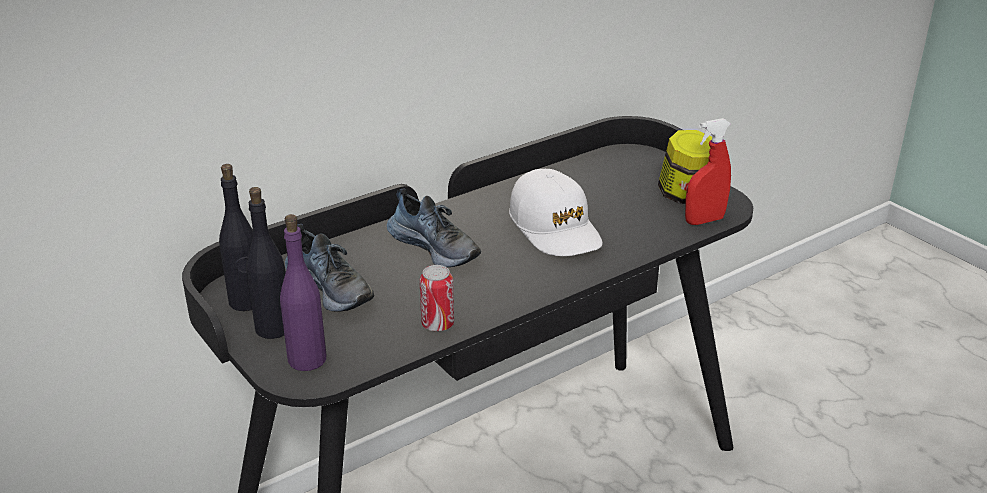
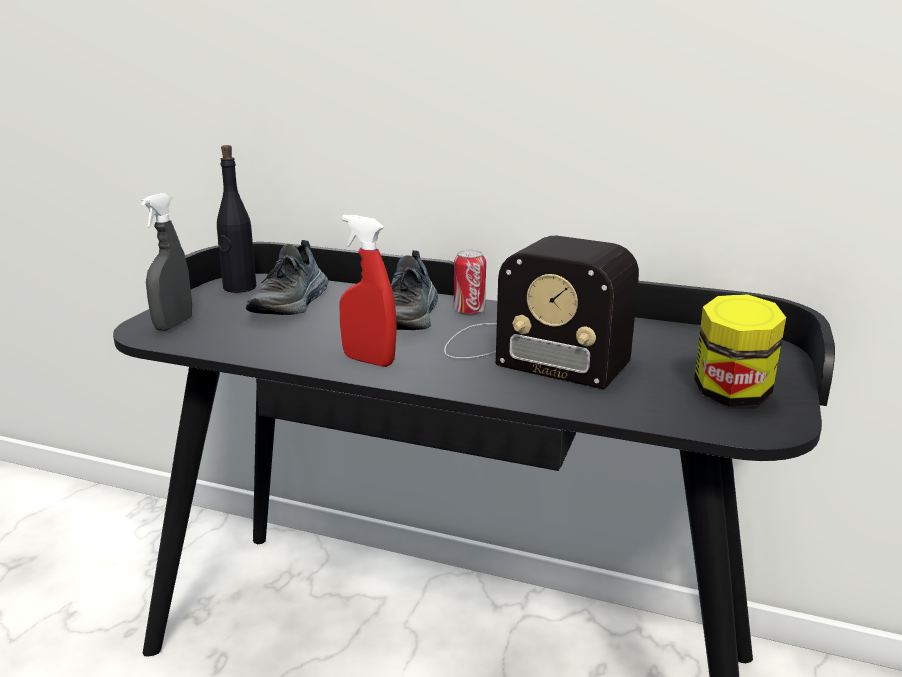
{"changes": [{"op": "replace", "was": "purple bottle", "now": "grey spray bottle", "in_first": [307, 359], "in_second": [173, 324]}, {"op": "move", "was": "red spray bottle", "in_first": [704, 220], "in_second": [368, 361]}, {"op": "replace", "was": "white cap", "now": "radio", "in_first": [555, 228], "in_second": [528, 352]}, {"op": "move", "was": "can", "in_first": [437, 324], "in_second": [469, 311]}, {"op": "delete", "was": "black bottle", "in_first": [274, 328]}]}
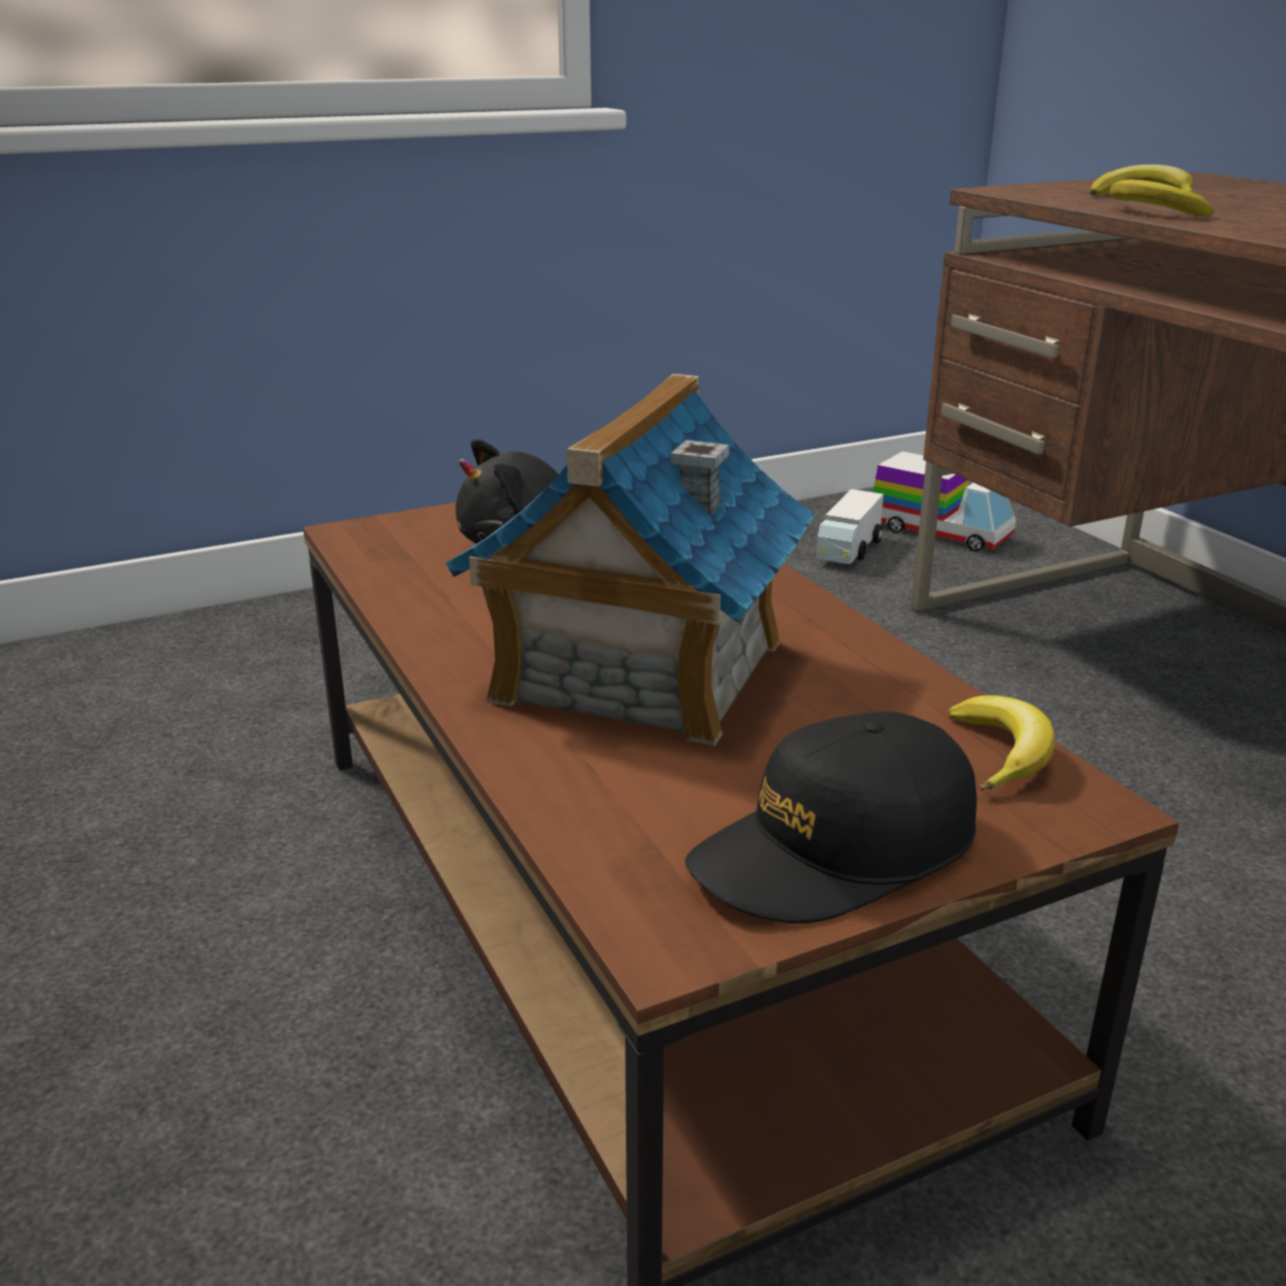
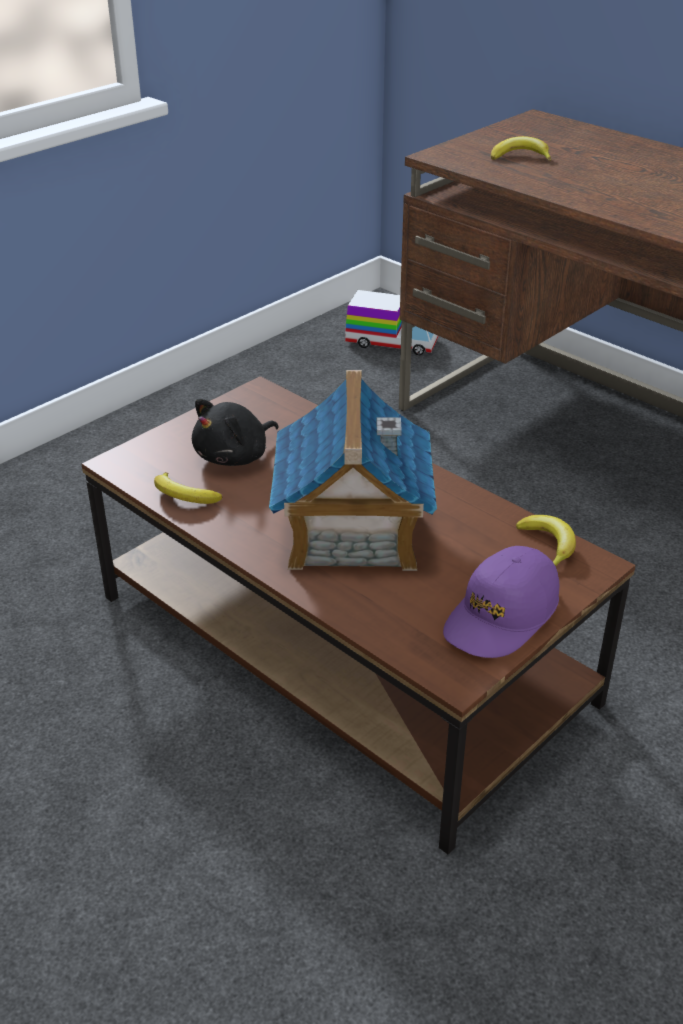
{"changes": [{"op": "move", "was": "banana", "in_first": [1151, 212], "in_second": [184, 496]}, {"op": "recolor", "was": "black cap", "now": "purple cap", "in_first": [835, 851], "in_second": [501, 616]}, {"op": "delete", "was": "toy truck", "in_first": [848, 550]}]}
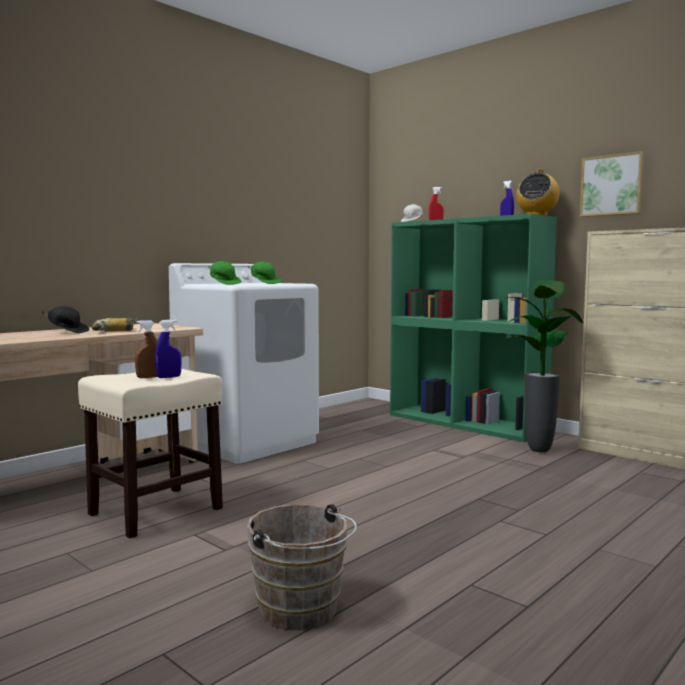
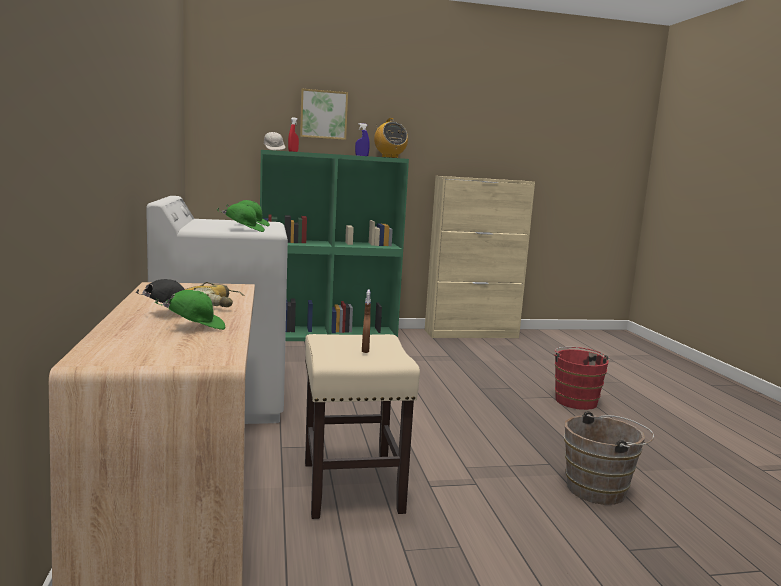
{"changes": [{"op": "insert", "now": "green cap", "in_second": [195, 327]}, {"op": "move", "was": "picture", "in_first": [612, 185], "in_second": [323, 114]}, {"op": "insert", "now": "red bucket", "in_second": [575, 400]}, {"op": "delete", "was": "blue spray bottle", "in_first": [168, 377]}, {"op": "delete", "was": "potted plant", "in_first": [540, 450]}]}
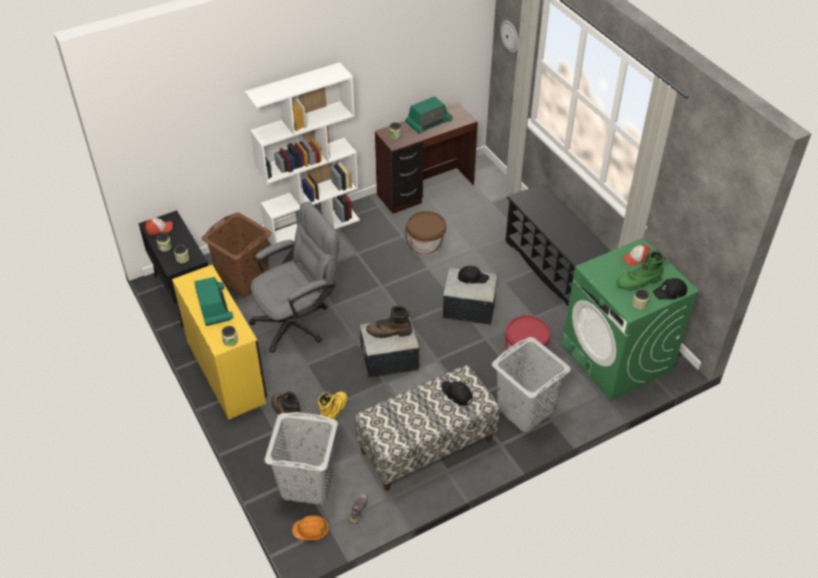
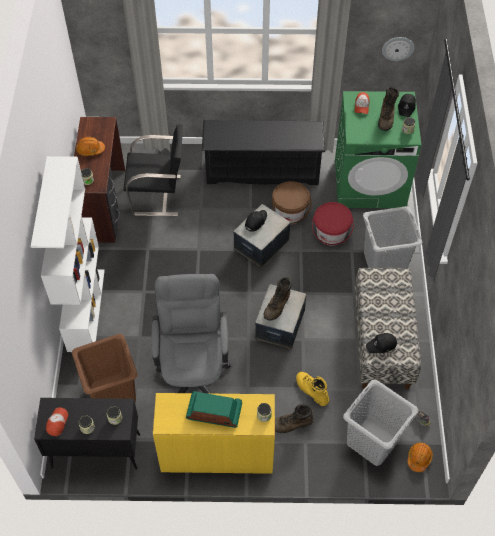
{"changes": [{"op": "replace", "was": "radio", "now": "orange hard hat", "in_first": [428, 123], "in_second": [90, 150]}, {"op": "insert", "now": "black chair", "in_second": [158, 195]}, {"op": "move", "was": "brown bucket", "in_first": [426, 246], "in_second": [290, 213]}, {"op": "move", "was": "black cap", "in_first": [457, 394], "in_second": [381, 345]}, {"op": "recolor", "was": "green boot", "now": "brown boot", "in_first": [639, 282], "in_second": [386, 118]}, {"op": "move", "was": "wall clock", "in_first": [510, 36], "in_second": [398, 48]}]}
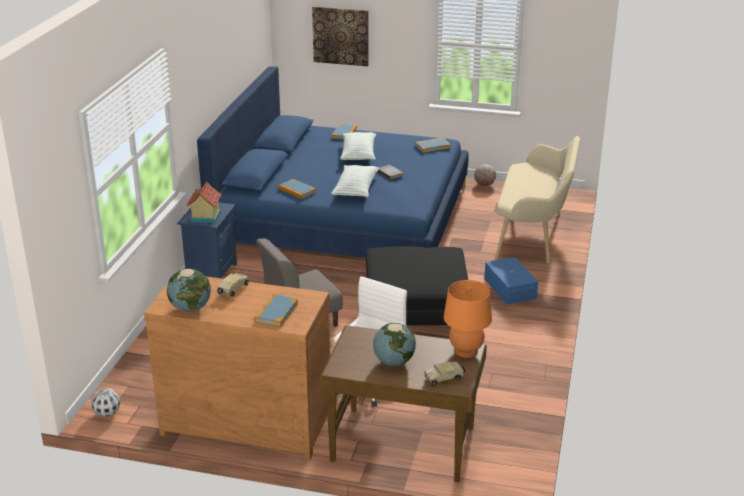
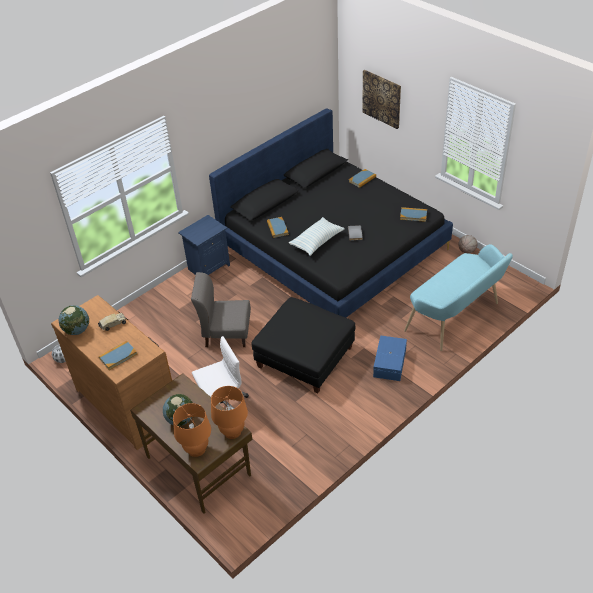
{"changes": [{"op": "replace", "was": "toy truck", "now": "orange table lamp", "in_first": [444, 378], "in_second": [196, 449]}, {"op": "recolor", "was": "blue bed", "now": "black bed", "in_first": [343, 219], "in_second": [333, 249]}, {"op": "recolor", "was": "beige bench", "now": "turquoise bench", "in_first": [534, 236], "in_second": [456, 318]}, {"op": "delete", "was": "toy house", "in_first": [204, 216]}, {"op": "delete", "was": "pillow", "in_first": [358, 154]}]}
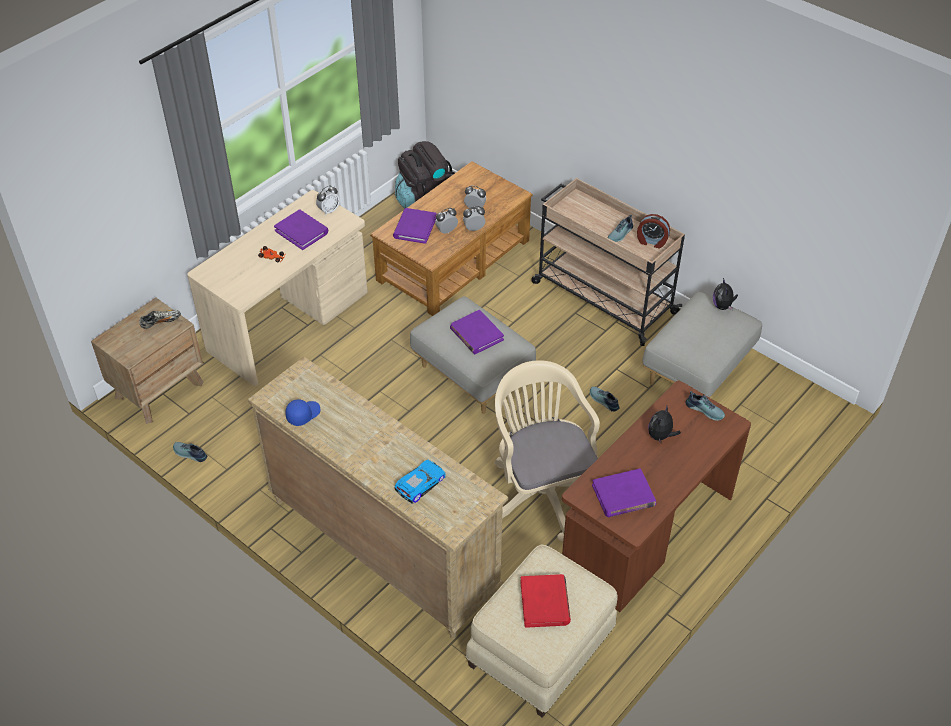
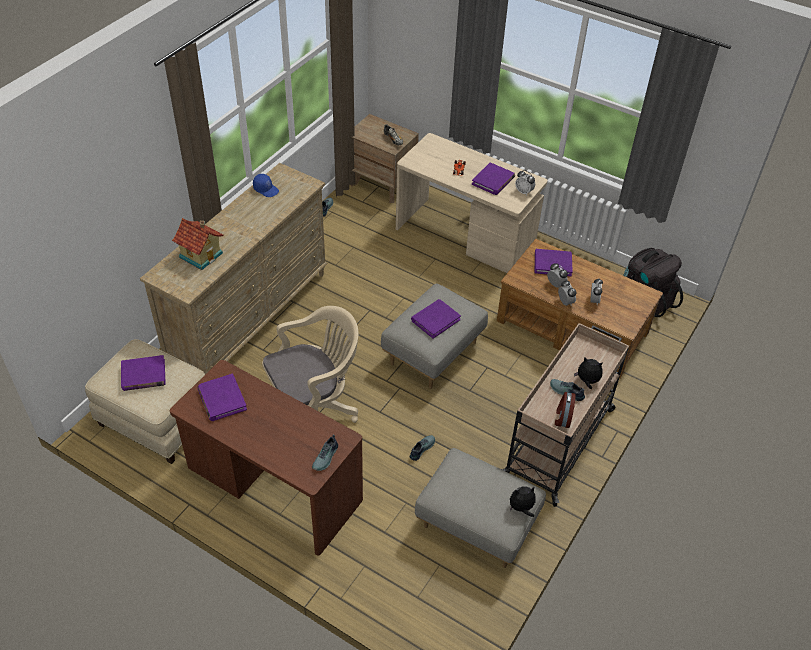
{"changes": [{"op": "recolor", "was": "red book", "now": "purple book", "in_first": [545, 602], "in_second": [143, 375]}, {"op": "replace", "was": "toy car", "now": "toy house", "in_first": [419, 483], "in_second": [201, 254]}, {"op": "move", "was": "plush toy", "in_first": [660, 436], "in_second": [587, 381]}]}
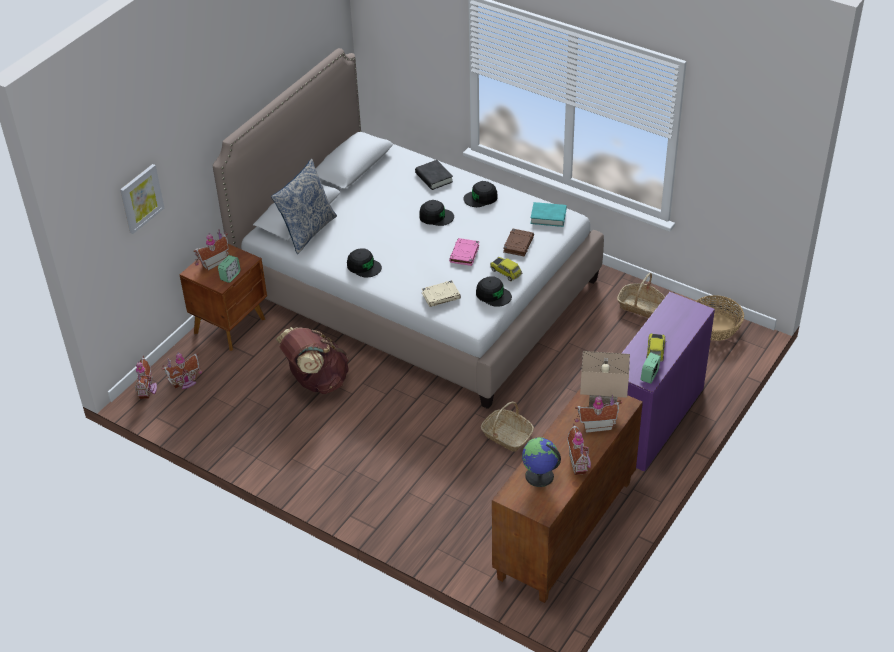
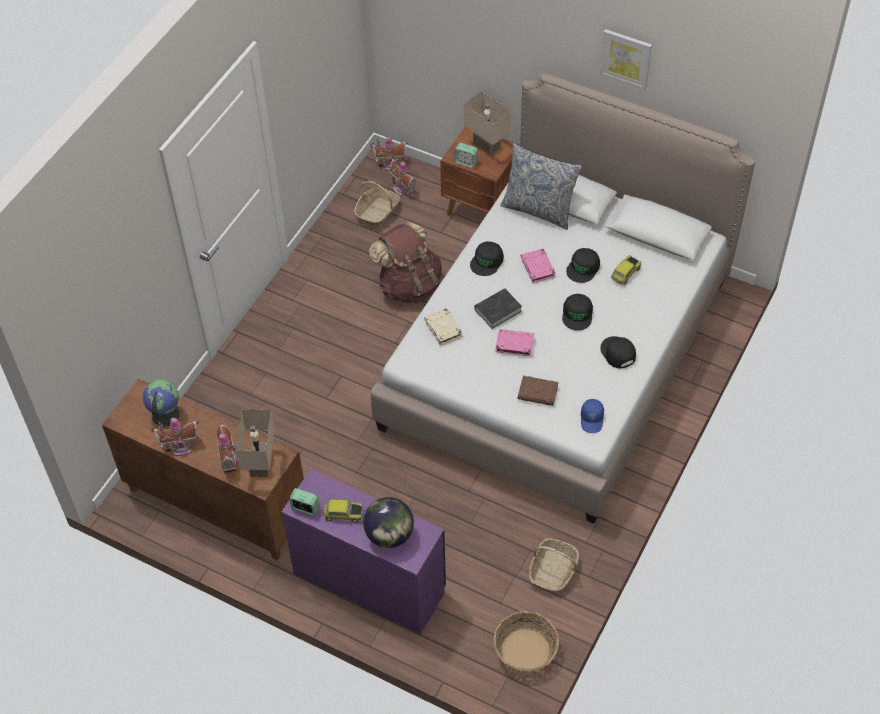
{"changes": [{"op": "move", "was": "basket", "in_first": [506, 436], "in_second": [377, 212]}, {"op": "insert", "now": "globe", "in_second": [389, 535]}, {"op": "replace", "was": "toy house", "now": "beige table lamp", "in_first": [213, 262], "in_second": [485, 146]}, {"op": "move", "was": "black book", "in_first": [434, 178], "in_second": [498, 310]}, {"op": "insert", "now": "pink book", "in_second": [538, 268]}, {"op": "move", "was": "black cap", "in_first": [493, 295], "in_second": [583, 268]}, {"op": "replace", "was": "turquoise book", "now": "blue cap", "in_first": [548, 217], "in_second": [592, 419]}, {"op": "move", "was": "picture", "in_first": [141, 198], "in_second": [626, 58]}, {"op": "move", "was": "toy car", "in_first": [506, 272], "in_second": [625, 274]}]}
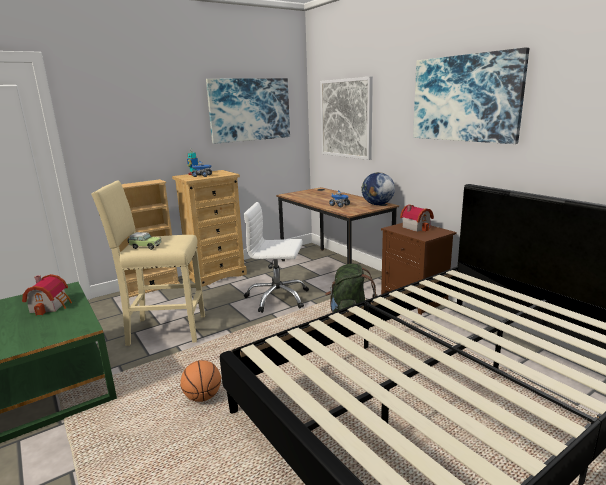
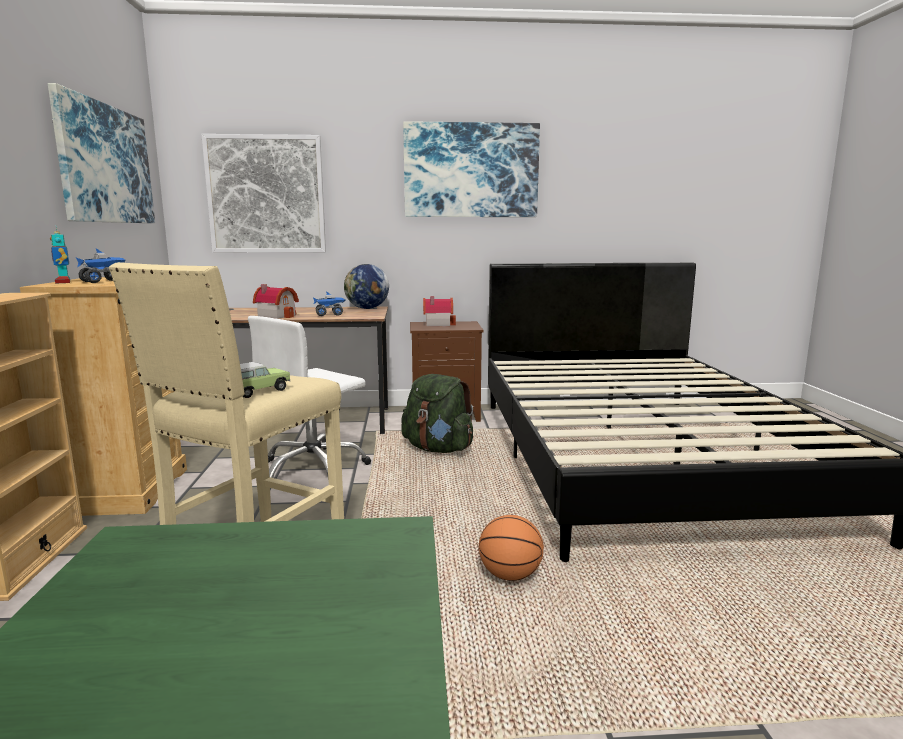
{"changes": [{"op": "move", "was": "toy house", "in_first": [51, 306], "in_second": [277, 316]}]}
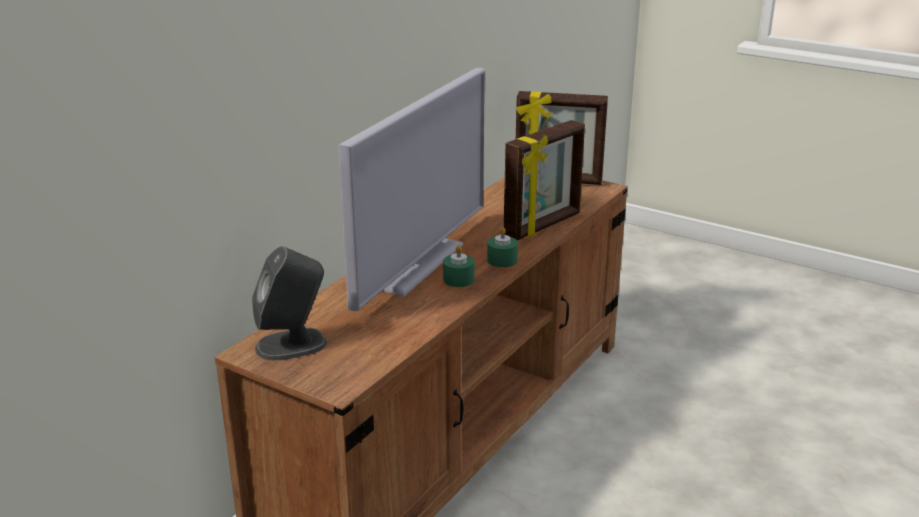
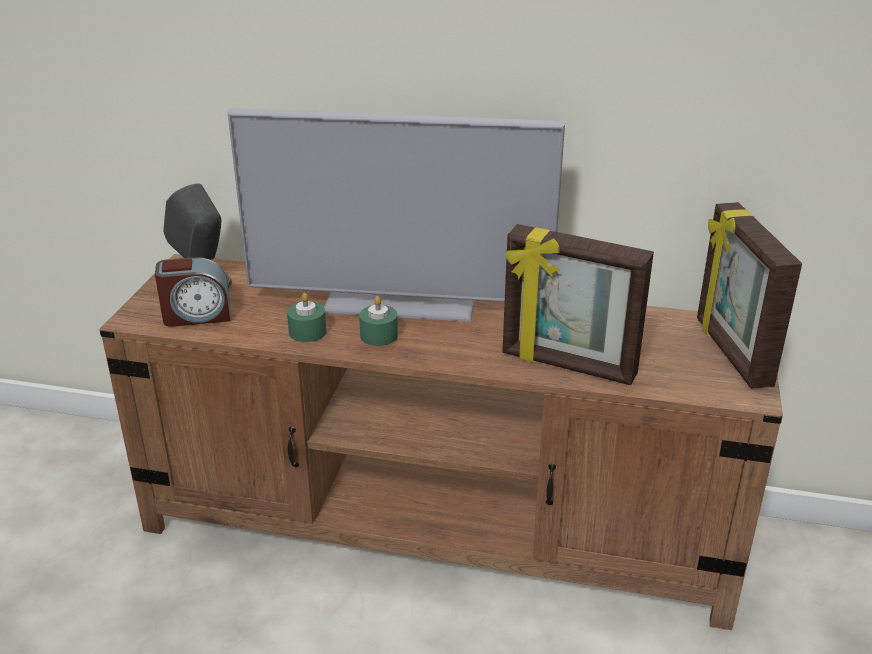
{"changes": [{"op": "insert", "now": "alarm clock", "in_second": [197, 315]}, {"op": "move", "was": "green candle", "in_first": [502, 260], "in_second": [307, 332]}]}
